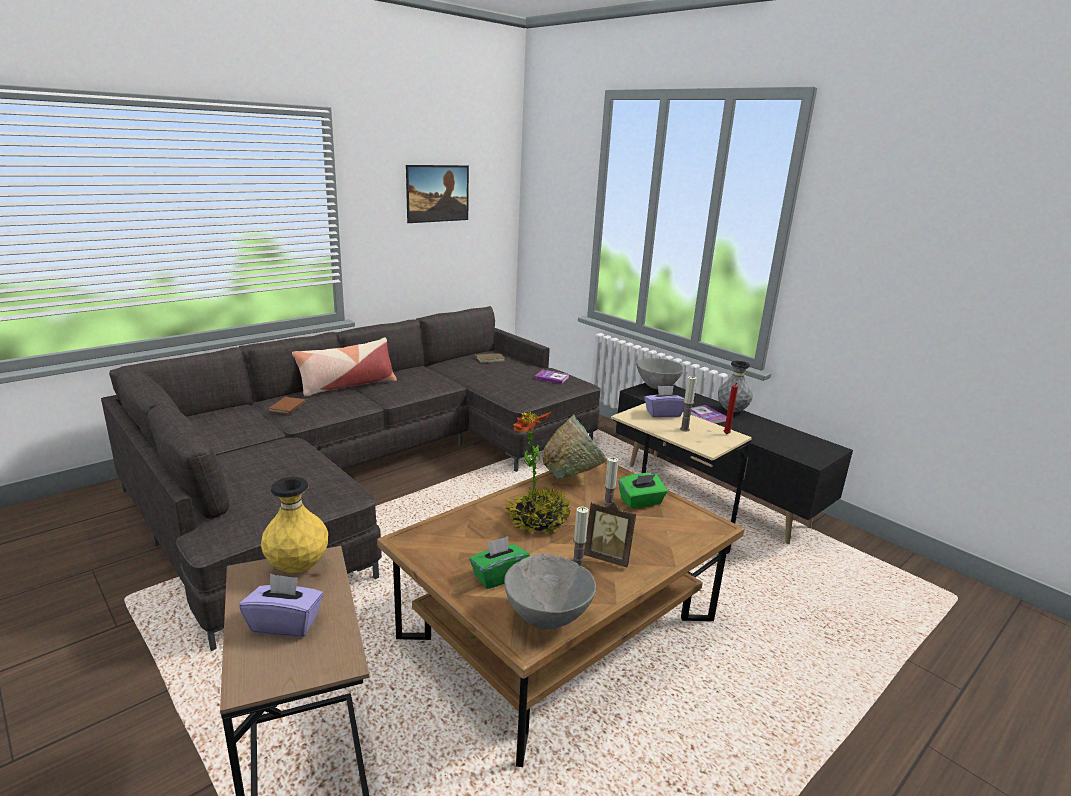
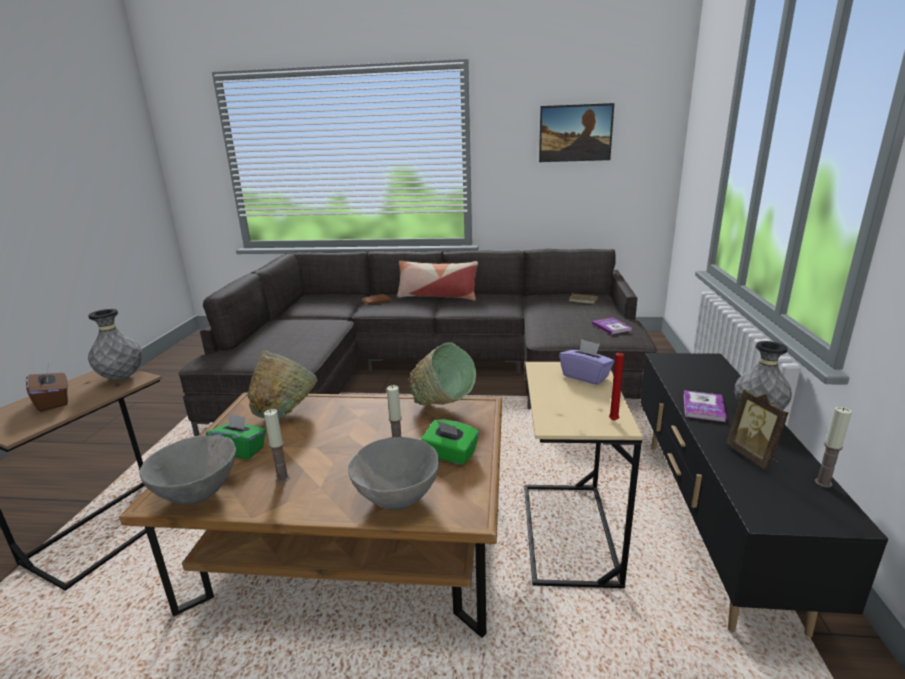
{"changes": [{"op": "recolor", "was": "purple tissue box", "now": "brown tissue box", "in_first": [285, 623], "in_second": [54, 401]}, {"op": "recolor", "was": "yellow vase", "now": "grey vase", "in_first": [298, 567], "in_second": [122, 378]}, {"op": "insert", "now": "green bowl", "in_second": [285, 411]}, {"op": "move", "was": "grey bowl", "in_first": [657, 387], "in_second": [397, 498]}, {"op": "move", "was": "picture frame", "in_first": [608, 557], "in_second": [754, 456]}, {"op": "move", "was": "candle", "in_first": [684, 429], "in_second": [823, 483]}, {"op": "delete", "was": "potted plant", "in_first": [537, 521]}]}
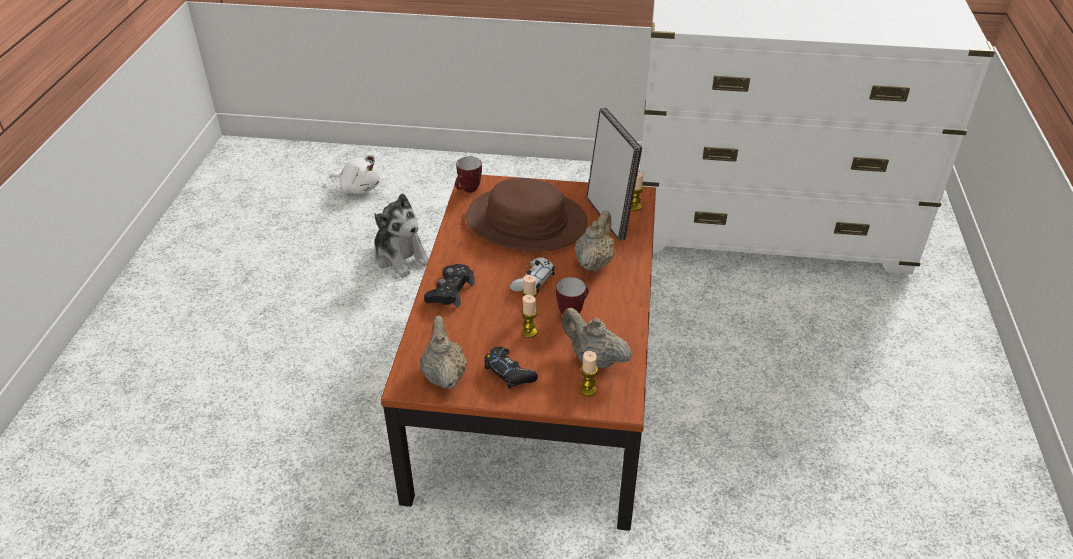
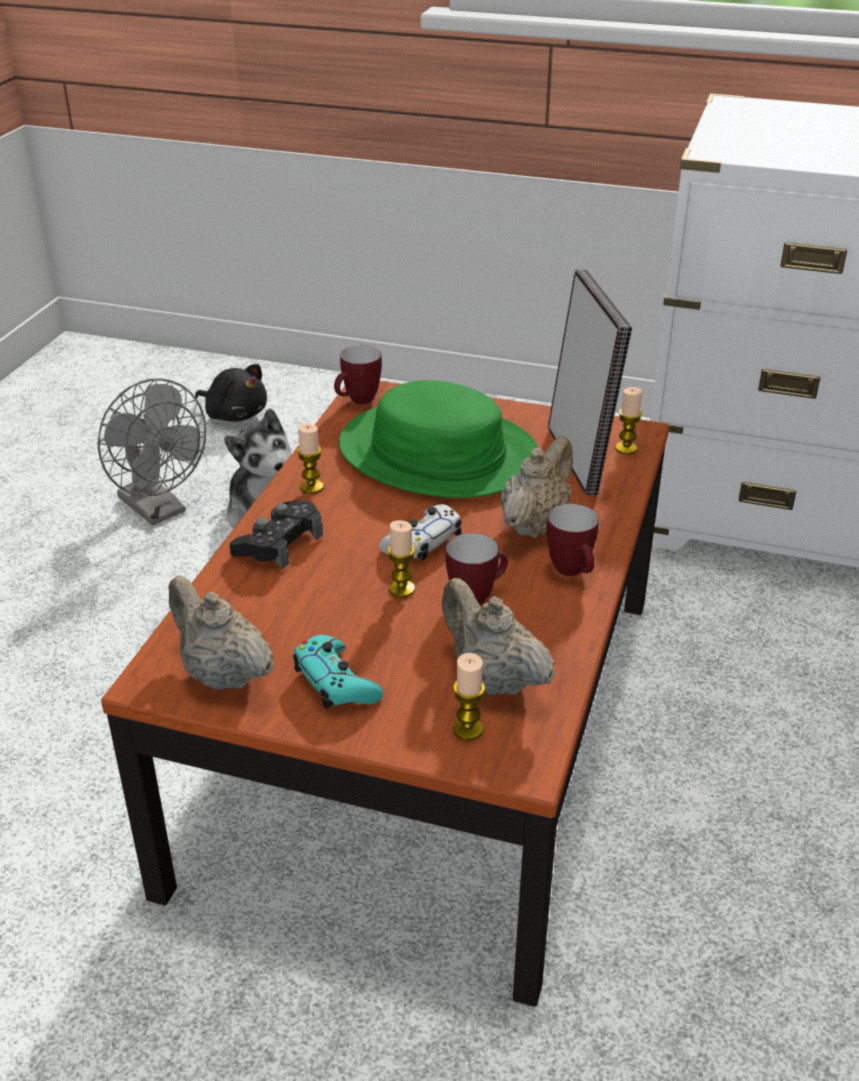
{"changes": [{"op": "insert", "now": "grey fan", "in_second": [159, 510]}, {"op": "rotate", "was": "beige teapot", "in_first": [444, 375], "in_second": [222, 674], "clockwise": -45}, {"op": "recolor", "was": "white plush toy", "now": "black plush toy", "in_first": [359, 187], "in_second": [235, 414]}, {"op": "recolor", "was": "black game controller", "now": "turquoise game controller", "in_first": [509, 372], "in_second": [336, 682]}, {"op": "move", "was": "candle", "in_first": [529, 332], "in_second": [311, 487]}, {"op": "recolor", "was": "brown hat", "now": "green hat", "in_first": [526, 222], "in_second": [438, 453]}, {"op": "insert", "now": "mug", "in_second": [573, 573]}]}
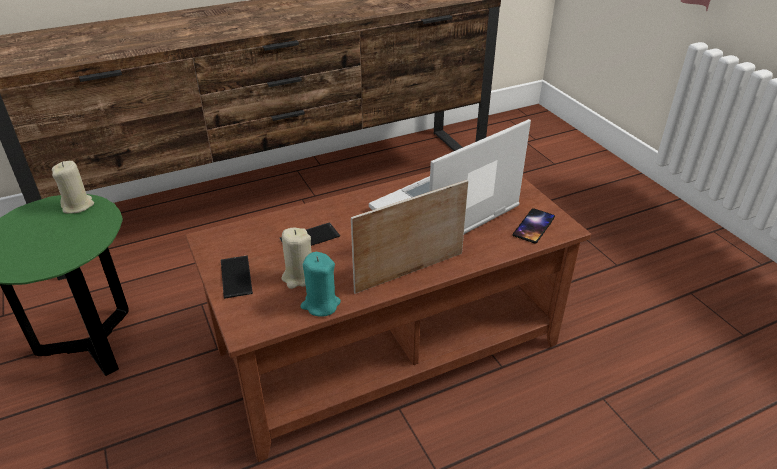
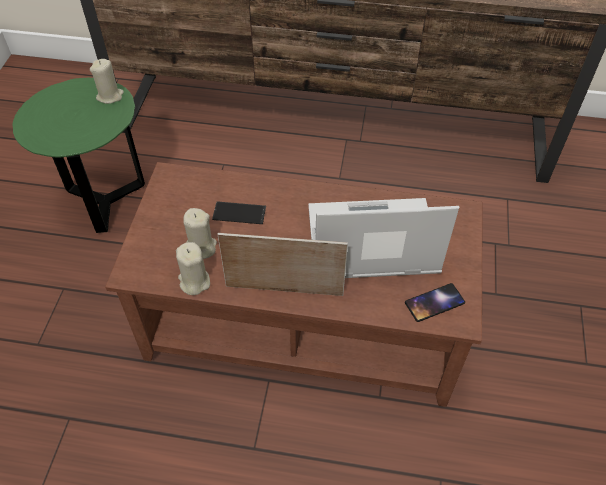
{"changes": [{"op": "recolor", "was": "turquoise candle", "now": "beige candle", "in_first": [320, 304], "in_second": [194, 281]}, {"op": "delete", "was": "phone", "in_first": [236, 277]}]}
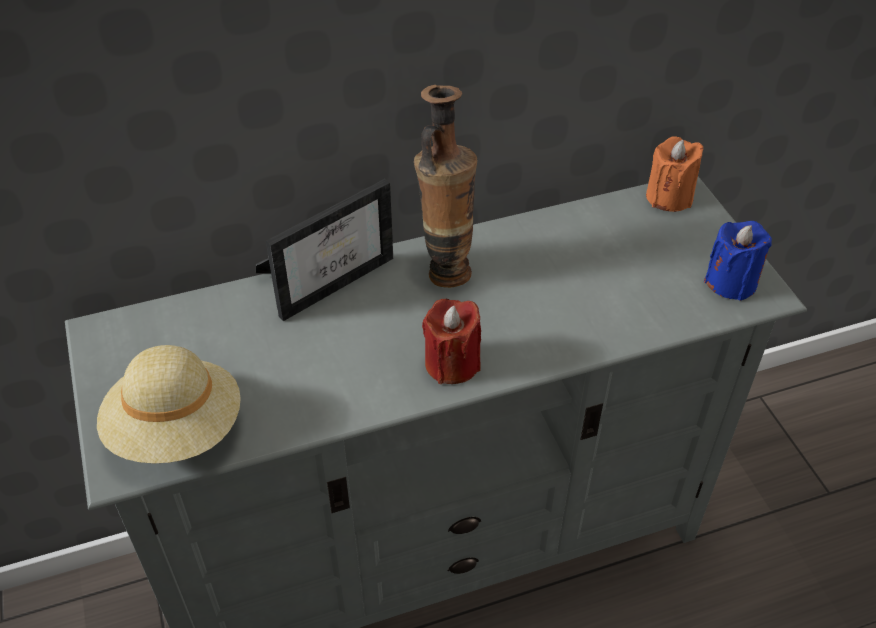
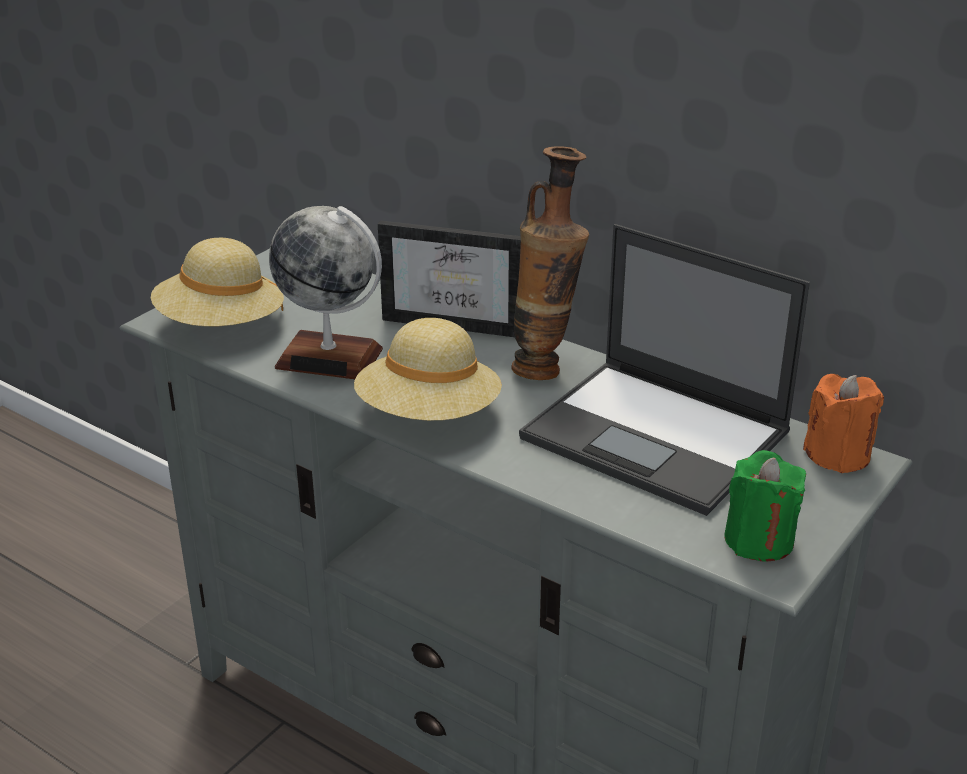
{"changes": [{"op": "insert", "now": "globe", "in_second": [330, 358]}, {"op": "replace", "was": "red candle", "now": "beige hat", "in_first": [452, 363], "in_second": [429, 415]}, {"op": "insert", "now": "laptop", "in_second": [658, 436]}, {"op": "recolor", "was": "blue candle", "now": "green candle", "in_first": [731, 282], "in_second": [759, 540]}]}
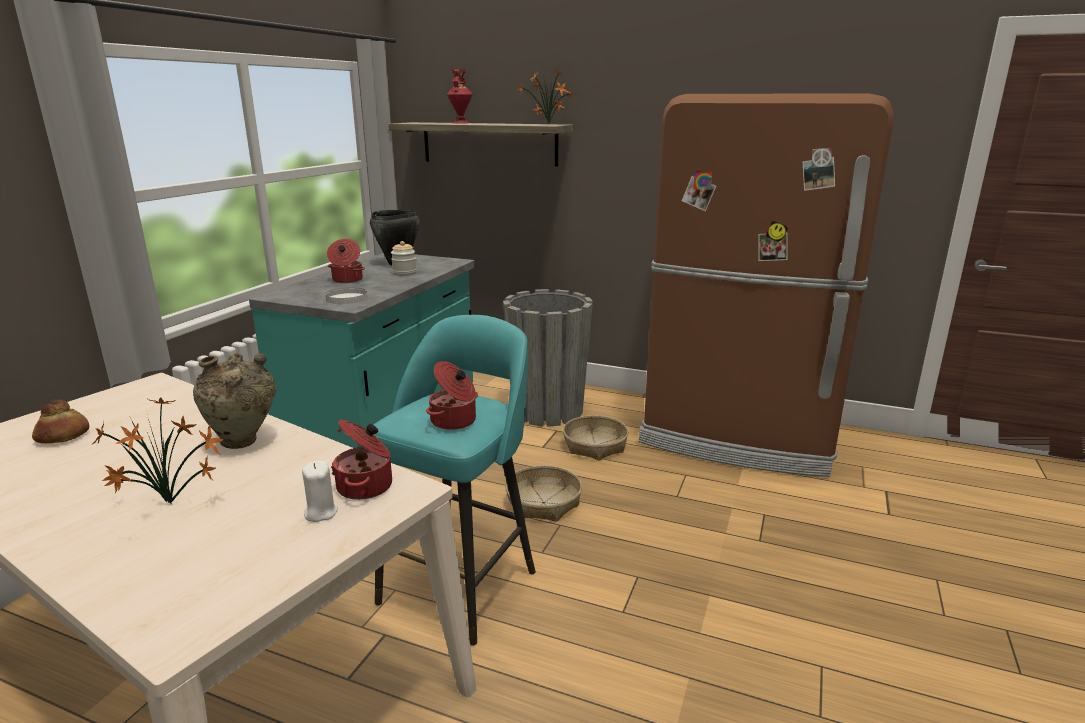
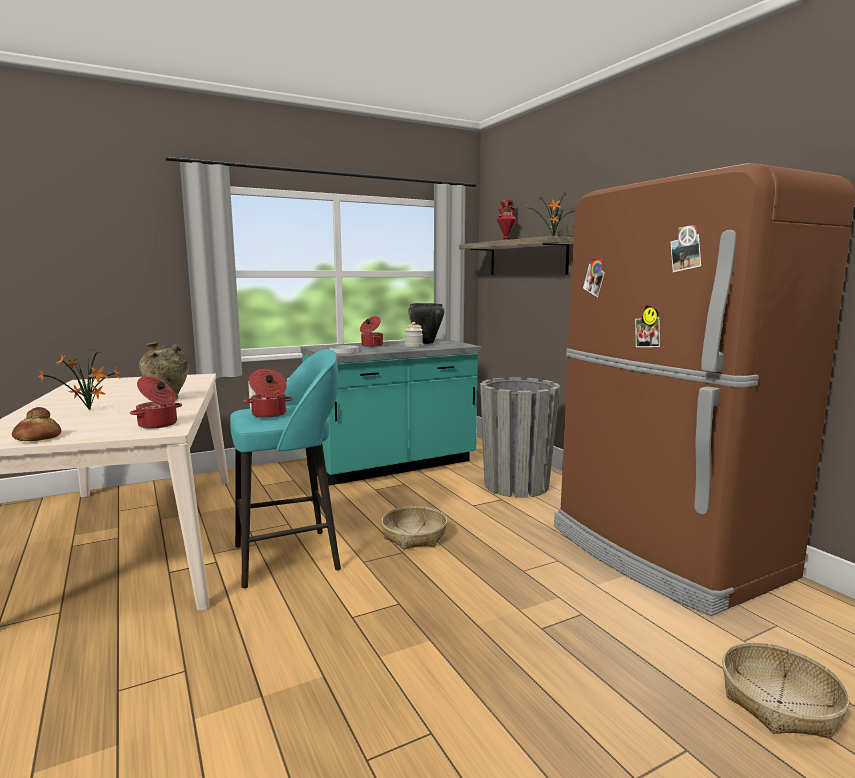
{"changes": [{"op": "move", "was": "bread", "in_first": [63, 436], "in_second": [37, 438]}, {"op": "move", "was": "basket", "in_first": [595, 445], "in_second": [780, 702]}, {"op": "delete", "was": "white candle", "in_first": [320, 513]}]}
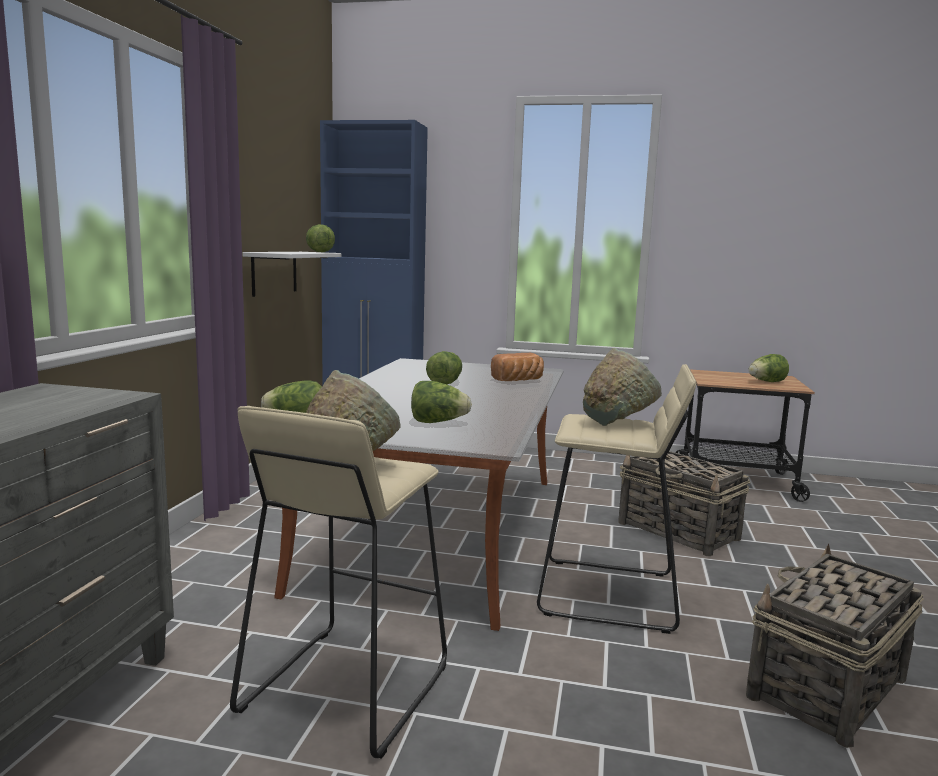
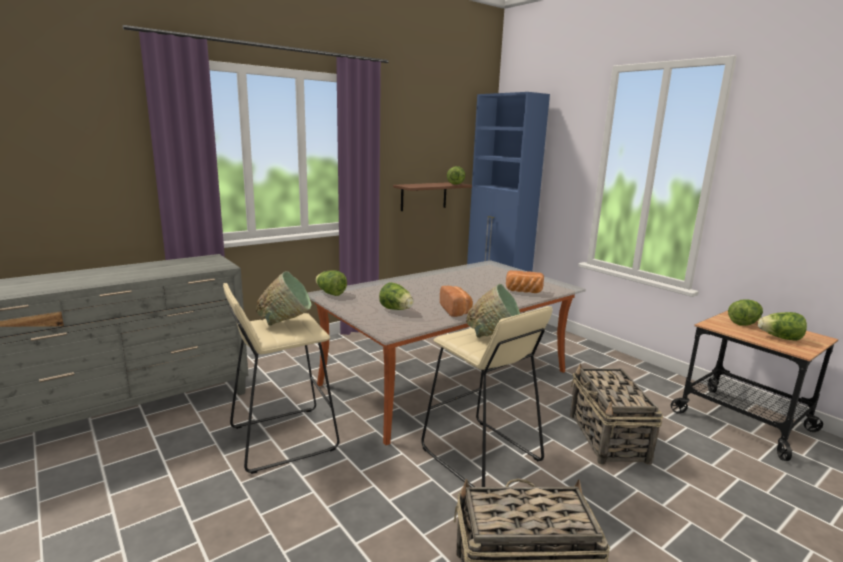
{"changes": [{"op": "recolor", "was": "white shelf", "now": "brown shelf", "in_first": [274, 272], "in_second": [424, 196]}, {"op": "insert", "now": "bread", "in_second": [456, 310]}, {"op": "move", "was": "lettuce", "in_first": [445, 382], "in_second": [744, 323]}]}
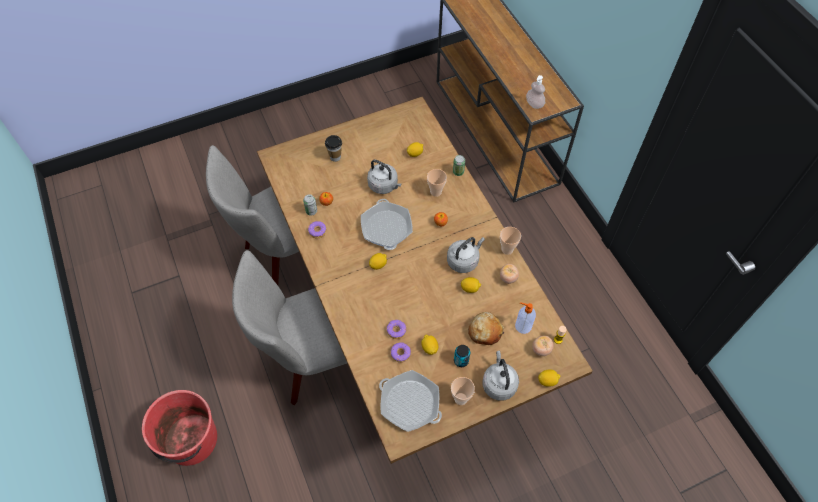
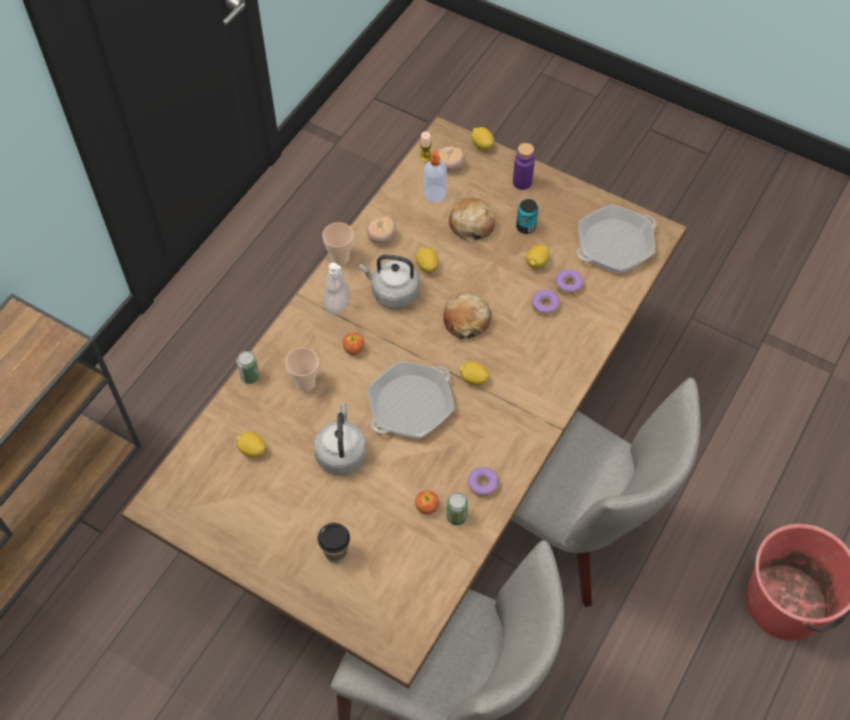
{"changes": [{"op": "move", "was": "soap dispenser", "in_first": [534, 104], "in_second": [337, 304]}, {"op": "insert", "now": "bread", "in_second": [466, 320]}, {"op": "replace", "was": "grey kettle", "now": "purple bottle", "in_first": [498, 383], "in_second": [522, 182]}, {"op": "rotate", "was": "frying pan", "in_first": [410, 403], "in_second": [614, 244], "clockwise": -120}, {"op": "delete", "was": "cup", "in_first": [460, 398]}]}
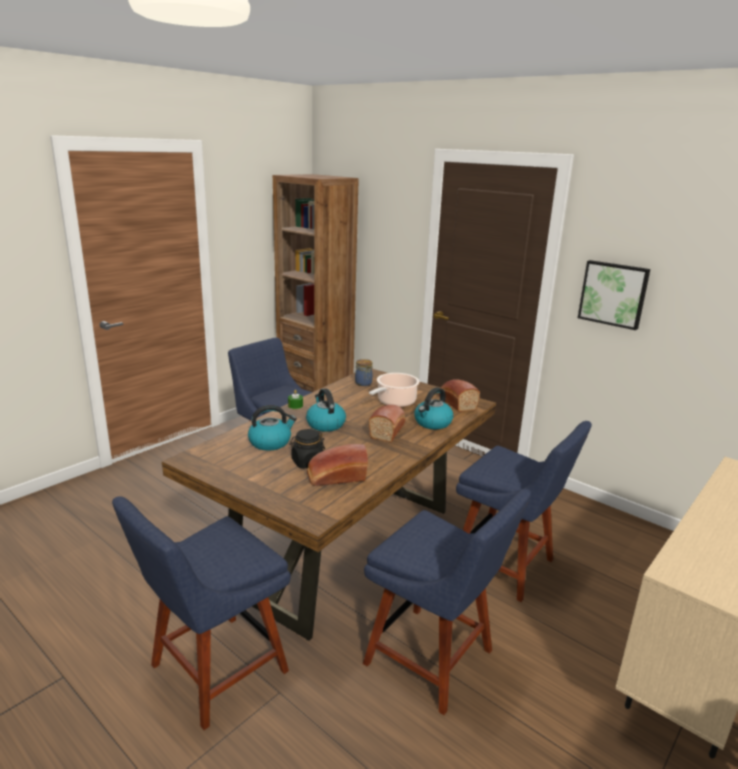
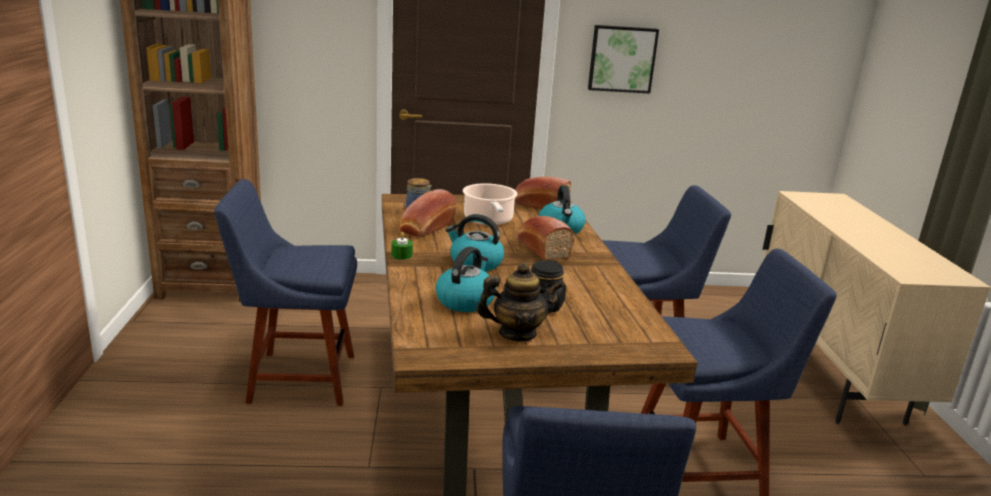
{"changes": [{"op": "move", "was": "bread", "in_first": [335, 477], "in_second": [426, 228]}, {"op": "insert", "now": "teapot", "in_second": [517, 333]}]}
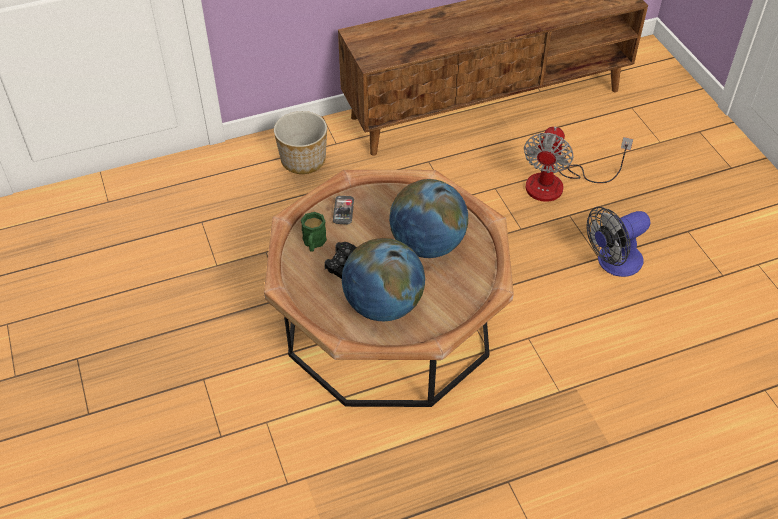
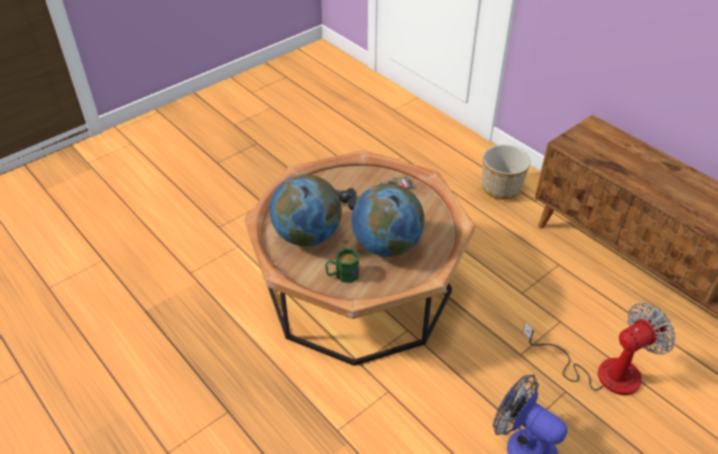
{"changes": [{"op": "move", "was": "green mug", "in_first": [314, 243], "in_second": [342, 275]}, {"op": "rotate", "was": "fan", "in_first": [557, 184], "in_second": [602, 372], "clockwise": 150}]}
